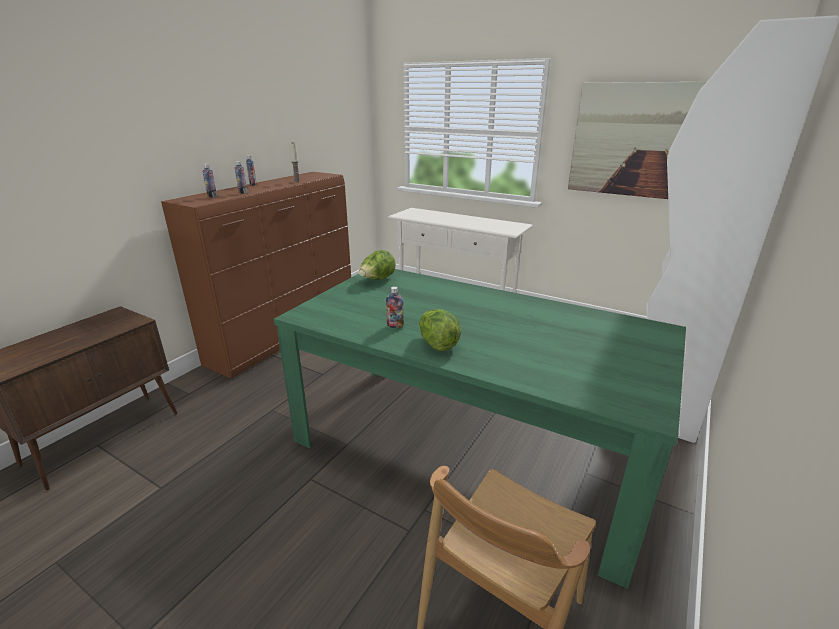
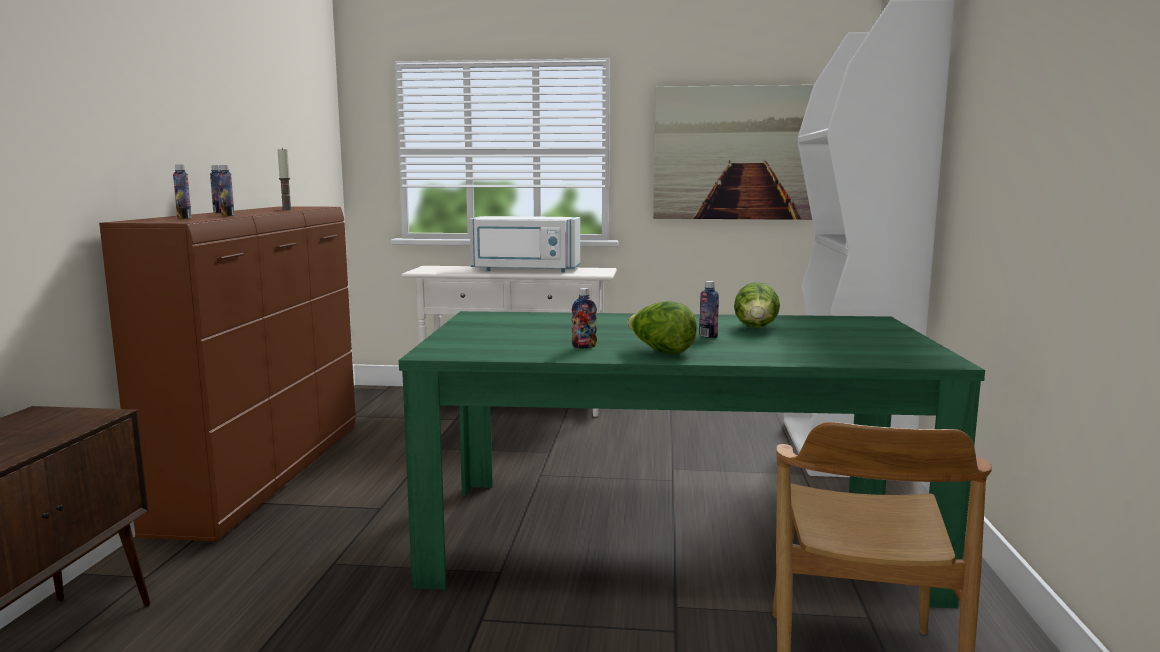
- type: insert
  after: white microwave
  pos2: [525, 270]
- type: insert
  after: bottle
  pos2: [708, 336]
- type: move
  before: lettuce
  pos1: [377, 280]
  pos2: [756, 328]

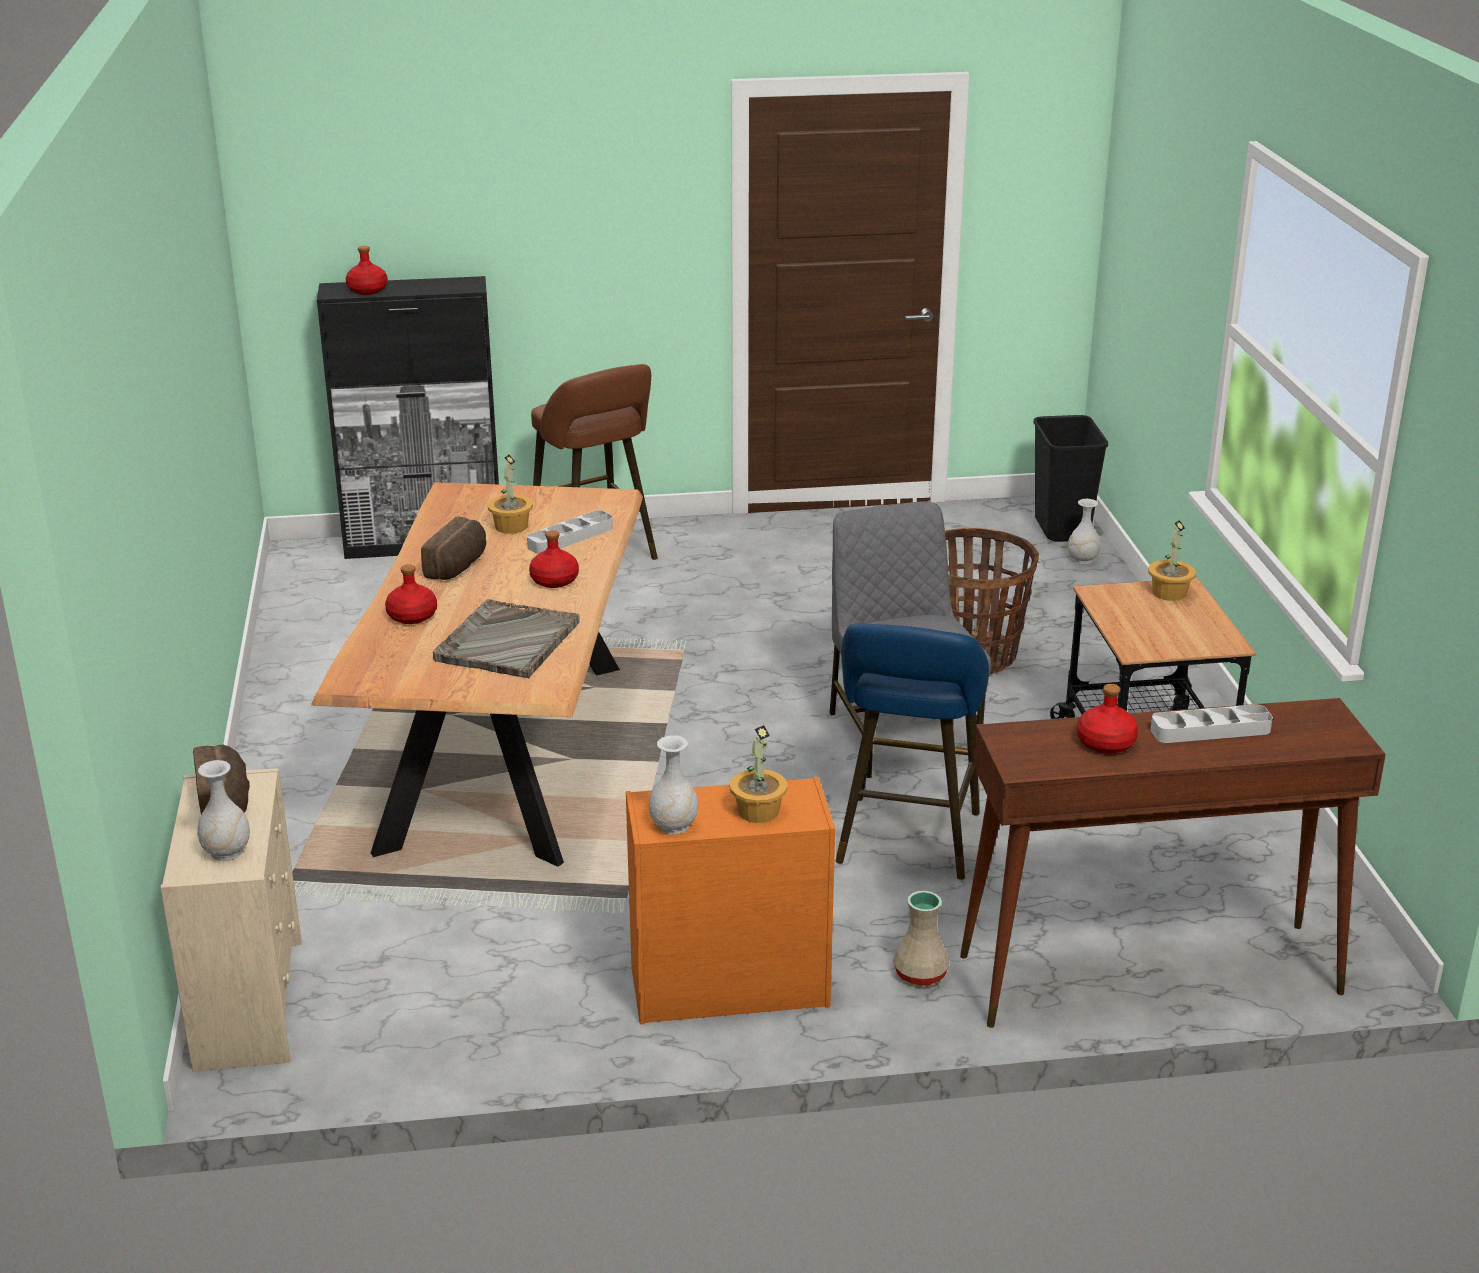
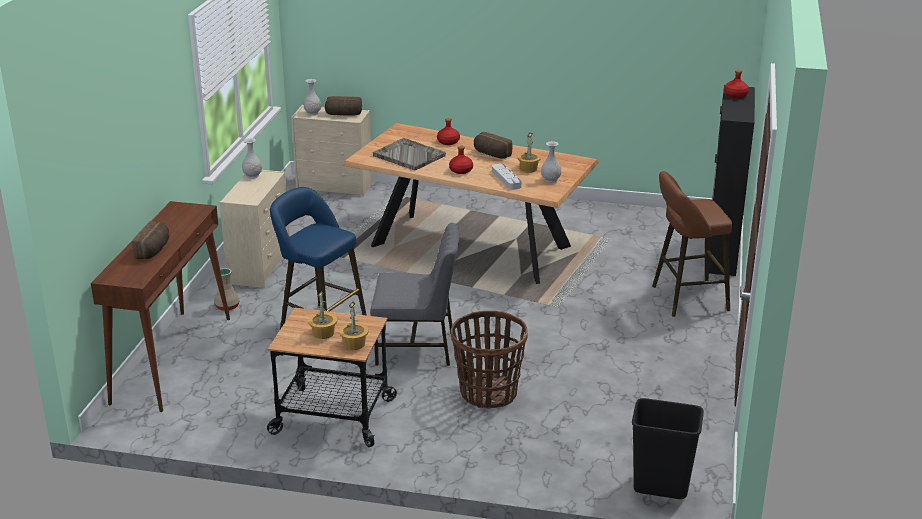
- type: replace
  before: grey tray
  after: bread
  pos1: [1210, 730]
  pos2: [154, 250]
- type: recolor
  before: orange dresser
  after: beige dresser
  pos1: [726, 987]
  pos2: [260, 266]
- type: move
  before: potted plant
  pos1: [757, 811]
  pos2: [324, 333]
- type: move
  before: white vase
  pos1: [1082, 560]
  pos2: [551, 180]
- type: delete
  before: red bottle
  pos1: [1105, 743]

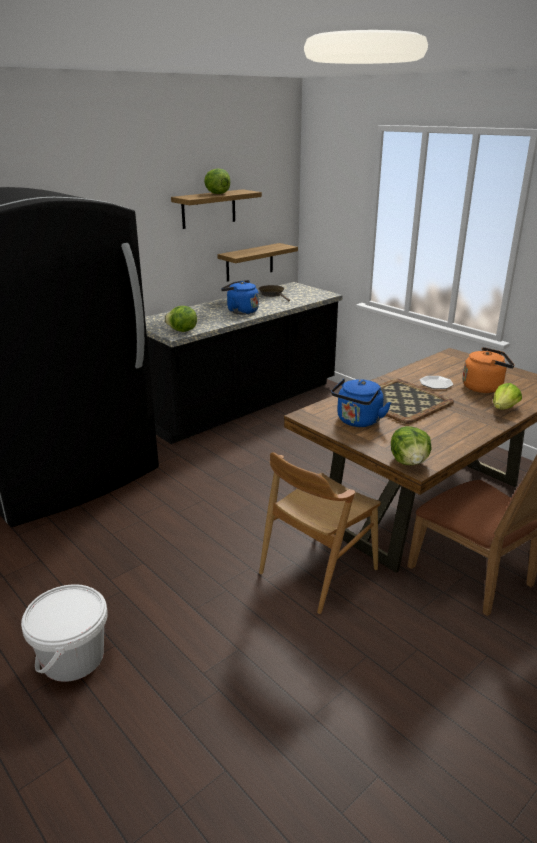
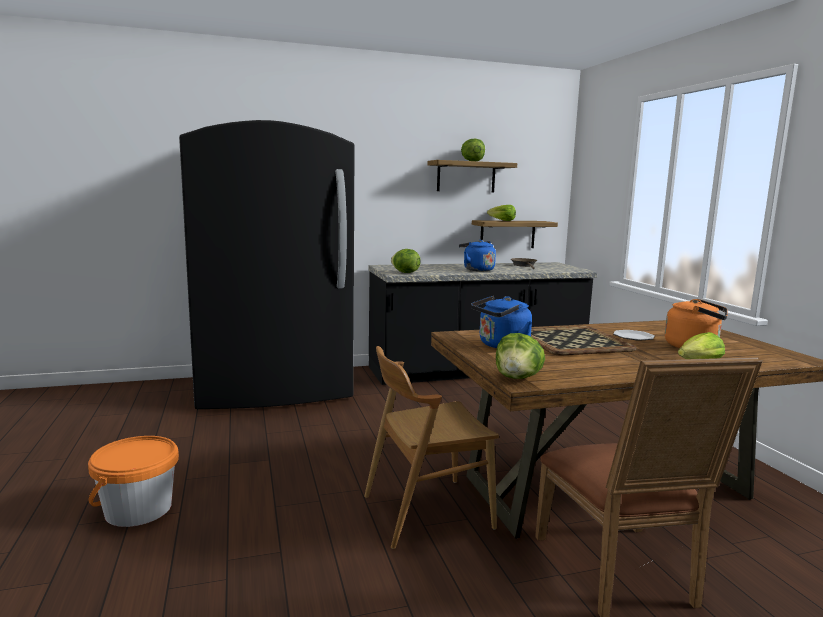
- type: recolor
  before: white bucket
  after: orange bucket
  pos1: [72, 657]
  pos2: [138, 509]
- type: insert
  after: lettuce
  pos2: [502, 220]

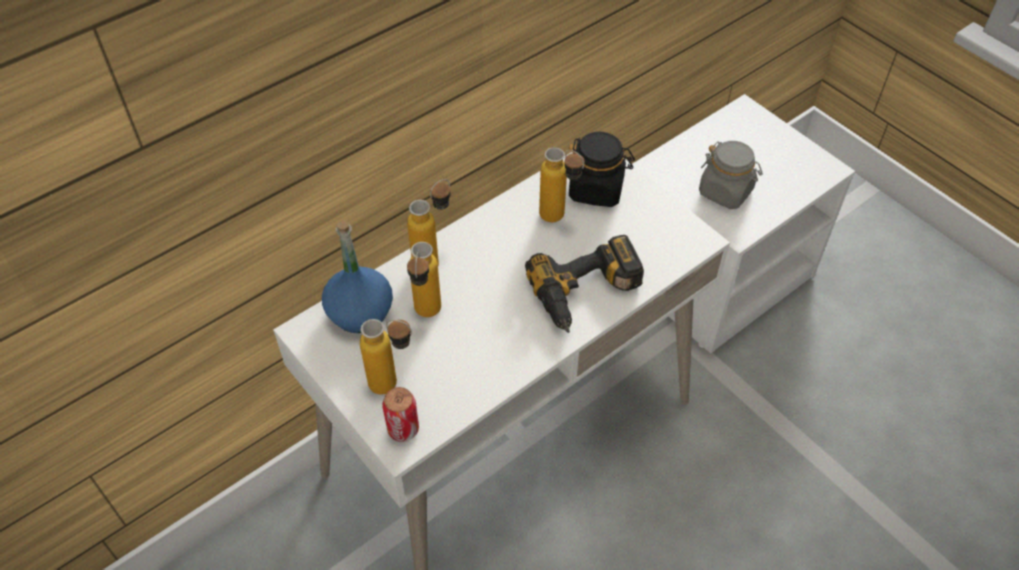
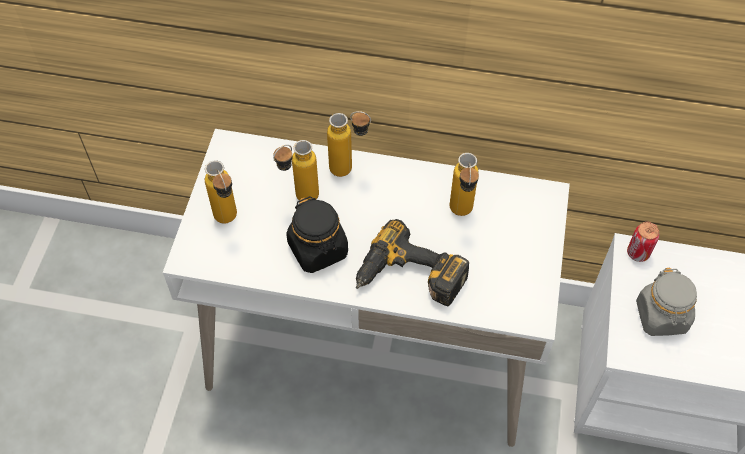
- type: move
  before: black jar
  pos1: [596, 189]
  pos2: [318, 249]
- type: move
  before: can
  pos1: [403, 429]
  pos2: [638, 253]
- type: delete
  before: blue bottle
  pos1: [360, 312]

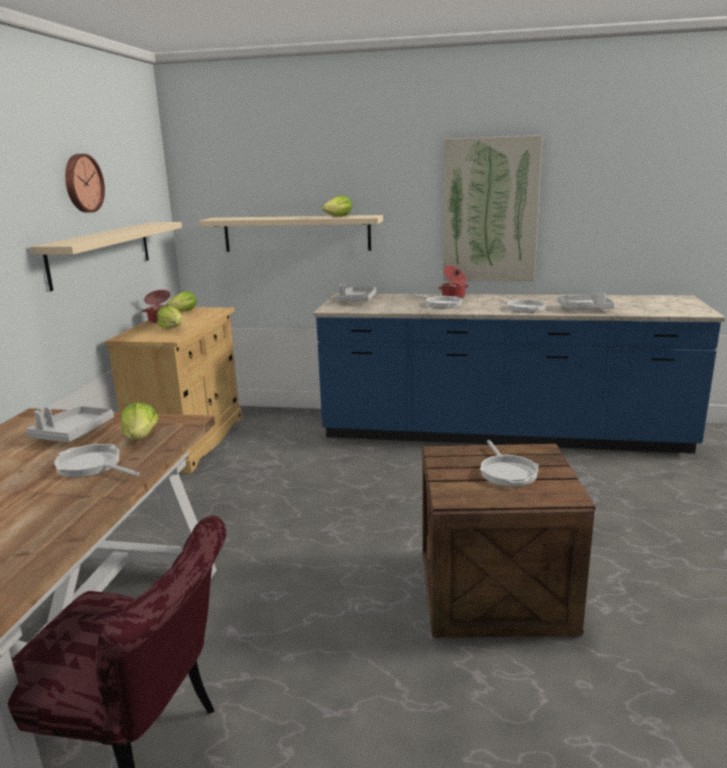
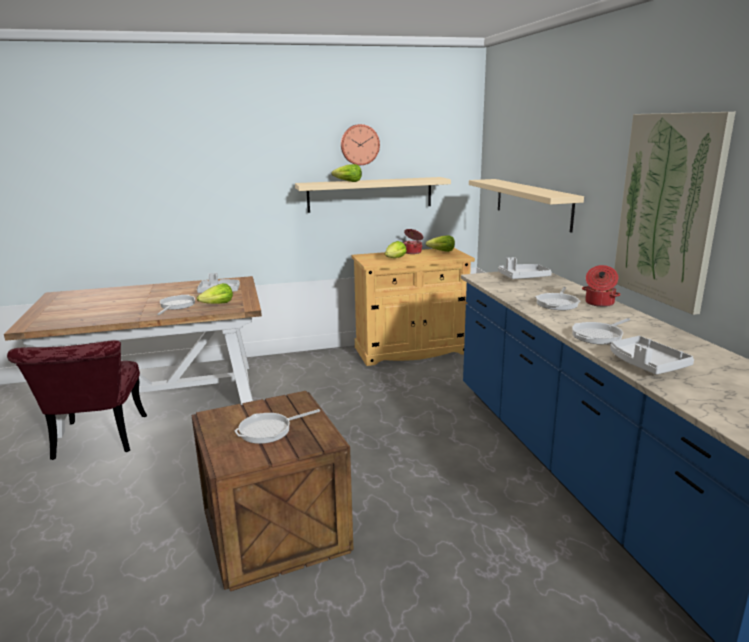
- type: move
  before: lettuce
  pos1: [338, 216]
  pos2: [348, 182]

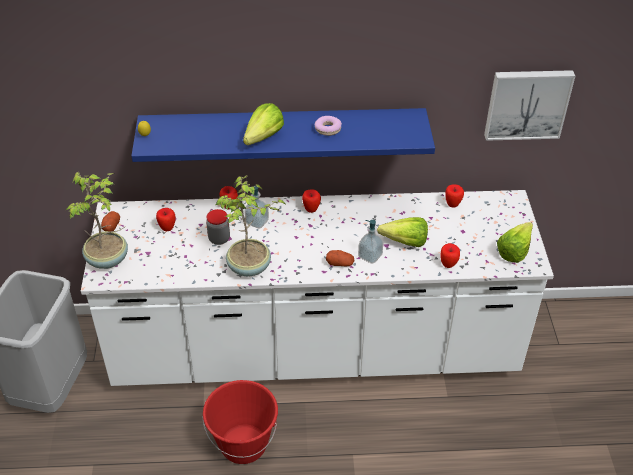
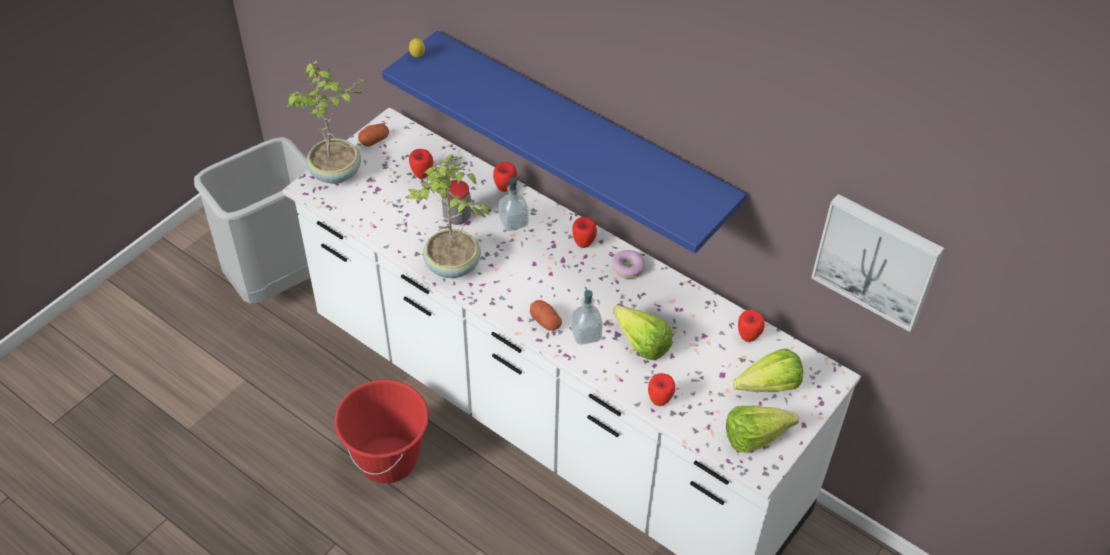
- type: move
  before: donut
  pos1: [328, 129]
  pos2: [628, 268]
- type: move
  before: lettuce
  pos1: [260, 140]
  pos2: [763, 387]

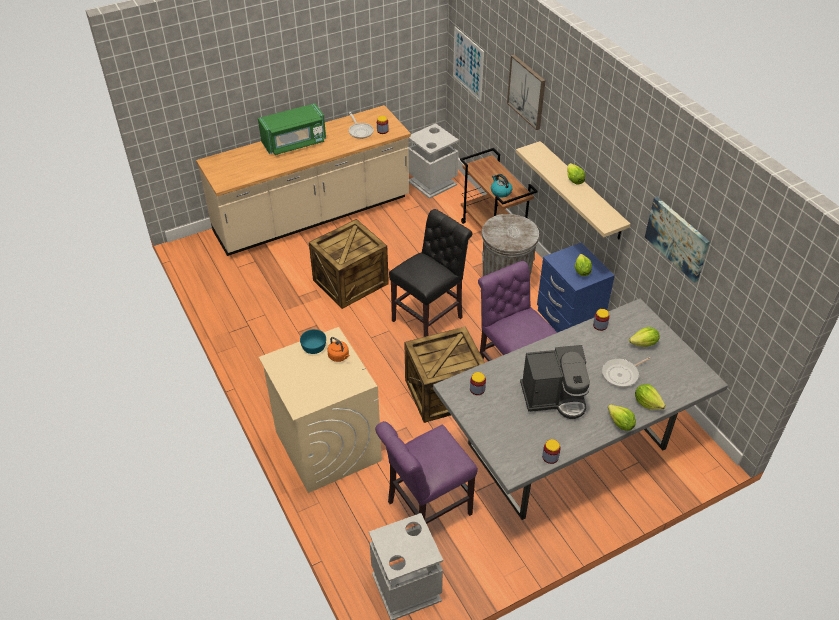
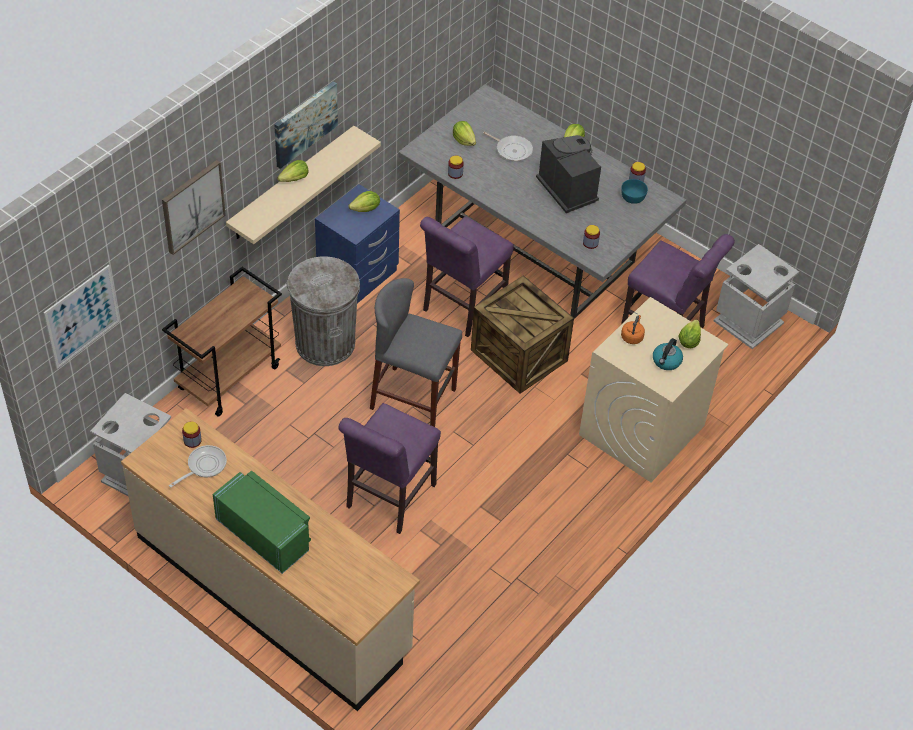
- type: move
  before: picture
  pos1: [677, 238]
  pos2: [305, 123]
- type: replace
  before: crate
  after: purple chair
  pos1: [350, 281]
  pos2: [388, 499]
- type: replace
  before: black chair
  after: grey stool
  pos1: [430, 317]
  pos2: [413, 399]
- type: move
  before: turquoise bowl
  pos1: [313, 347]
  pos2: [633, 197]
- type: move
  before: kettle
  pos1: [500, 192]
  pos2: [666, 361]
- type: move
  before: lettuce
  pos1: [647, 403]
  pos2: [688, 341]

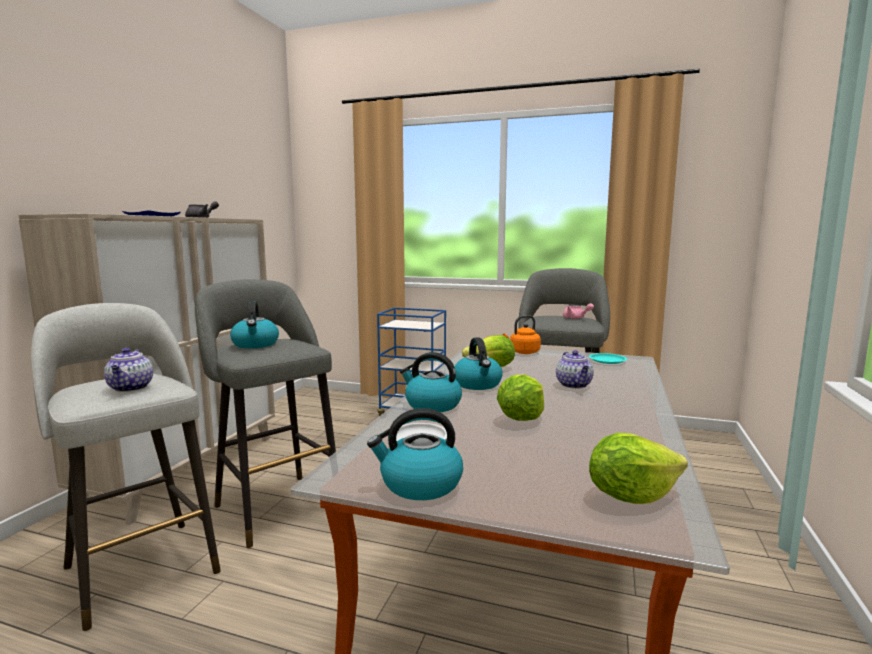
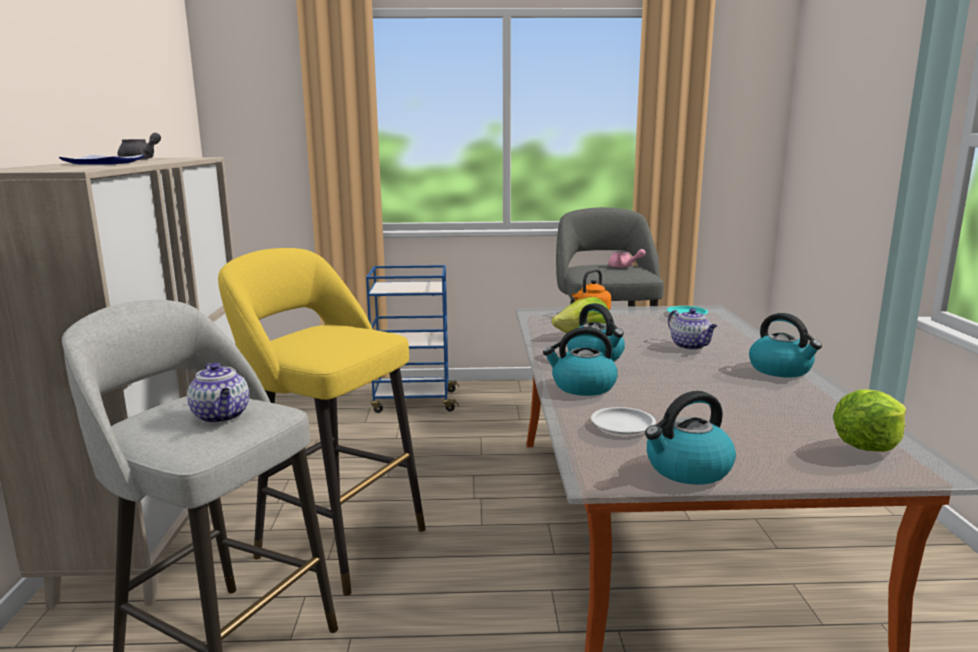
- type: recolor
  before: grey stool
  after: yellow stool
  pos1: [274, 505]
  pos2: [334, 540]
- type: move
  before: kettle
  pos1: [255, 344]
  pos2: [781, 370]
- type: delete
  before: lettuce
  pos1: [521, 417]

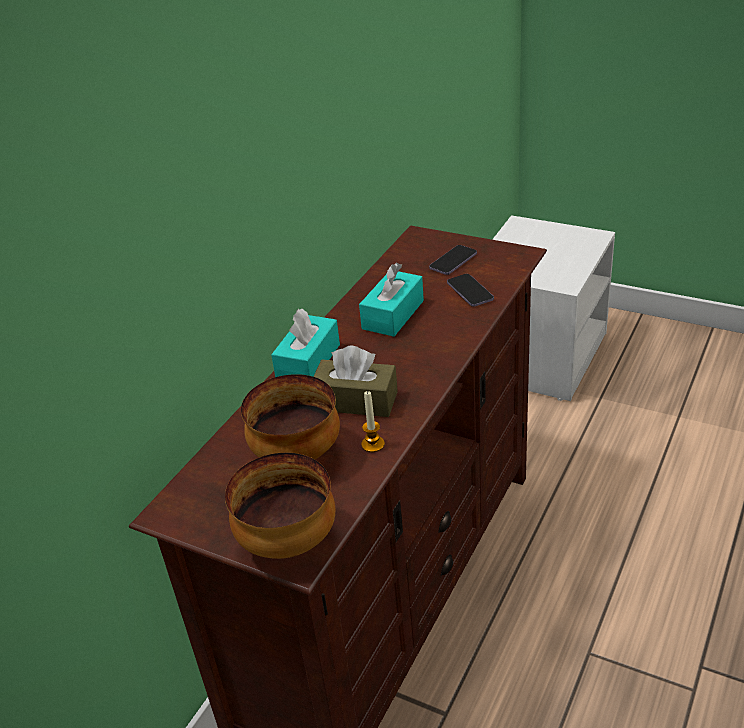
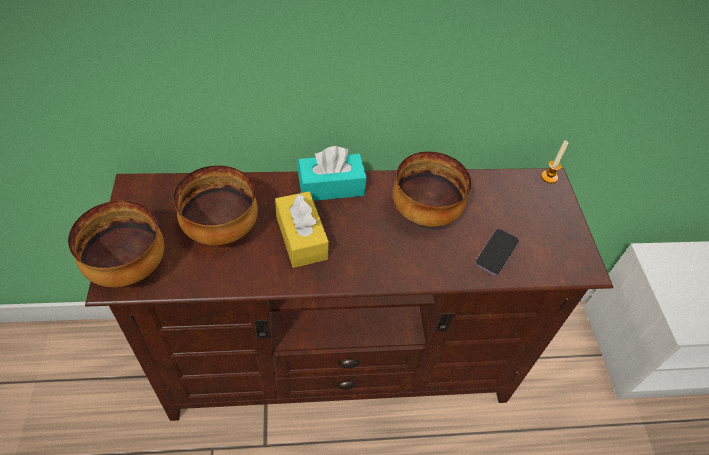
- type: recolor
  before: brown tissue box
  after: yellow tissue box
  pos1: [356, 401]
  pos2: [301, 237]
- type: replace
  before: turquoise tissue box
  after: bowl
  pos1: [393, 315]
  pos2: [425, 212]
- type: move
  before: candle
  pos1: [373, 444]
  pos2: [549, 177]
- type: delete
  before: phone
  pos1: [453, 261]

